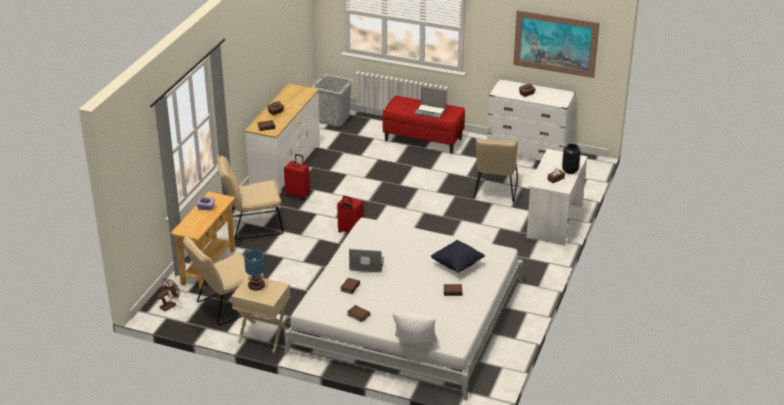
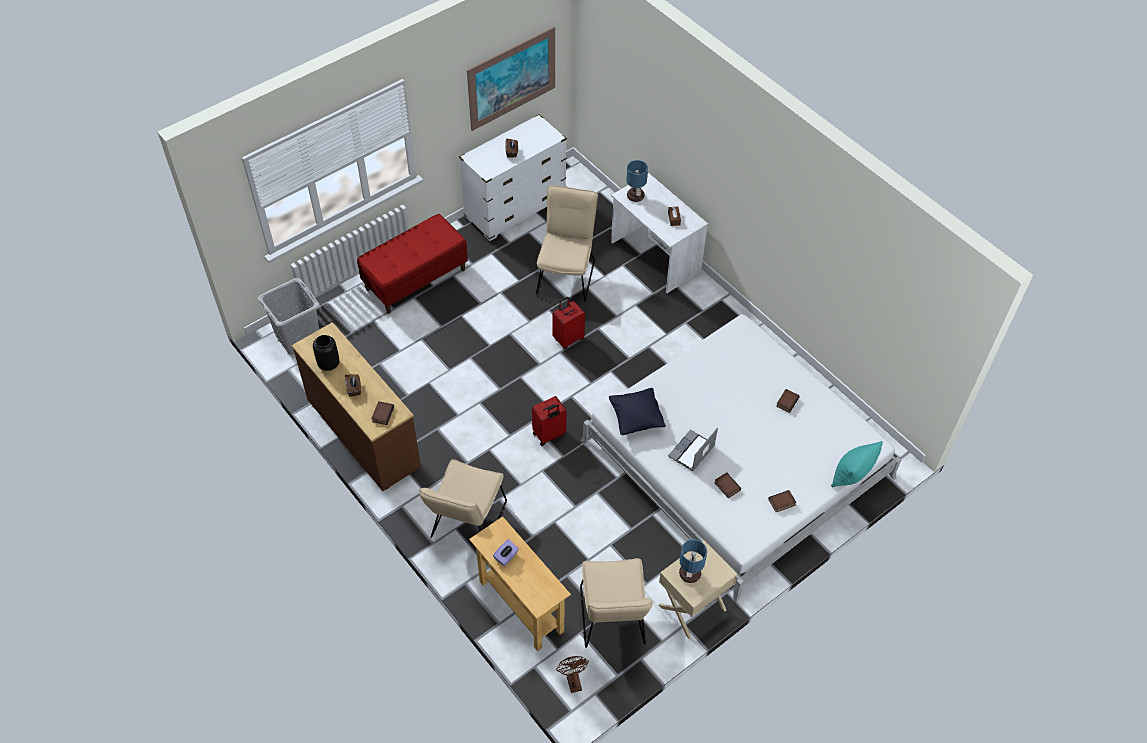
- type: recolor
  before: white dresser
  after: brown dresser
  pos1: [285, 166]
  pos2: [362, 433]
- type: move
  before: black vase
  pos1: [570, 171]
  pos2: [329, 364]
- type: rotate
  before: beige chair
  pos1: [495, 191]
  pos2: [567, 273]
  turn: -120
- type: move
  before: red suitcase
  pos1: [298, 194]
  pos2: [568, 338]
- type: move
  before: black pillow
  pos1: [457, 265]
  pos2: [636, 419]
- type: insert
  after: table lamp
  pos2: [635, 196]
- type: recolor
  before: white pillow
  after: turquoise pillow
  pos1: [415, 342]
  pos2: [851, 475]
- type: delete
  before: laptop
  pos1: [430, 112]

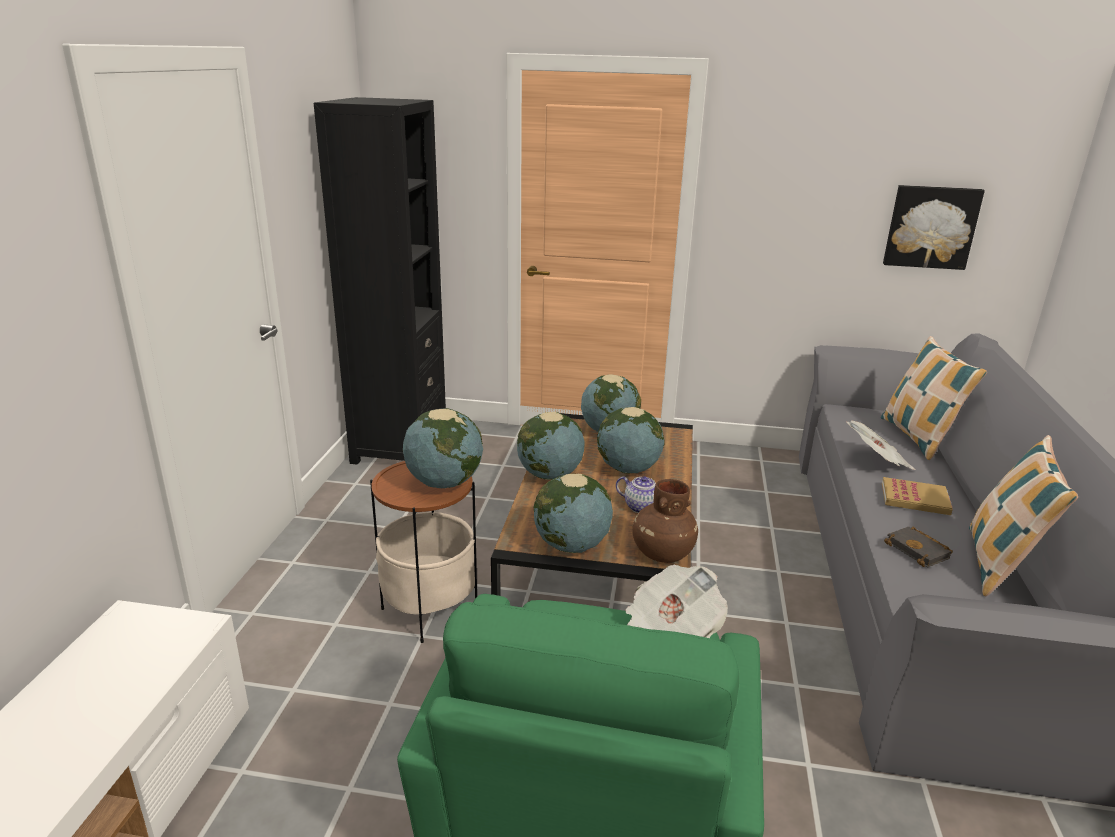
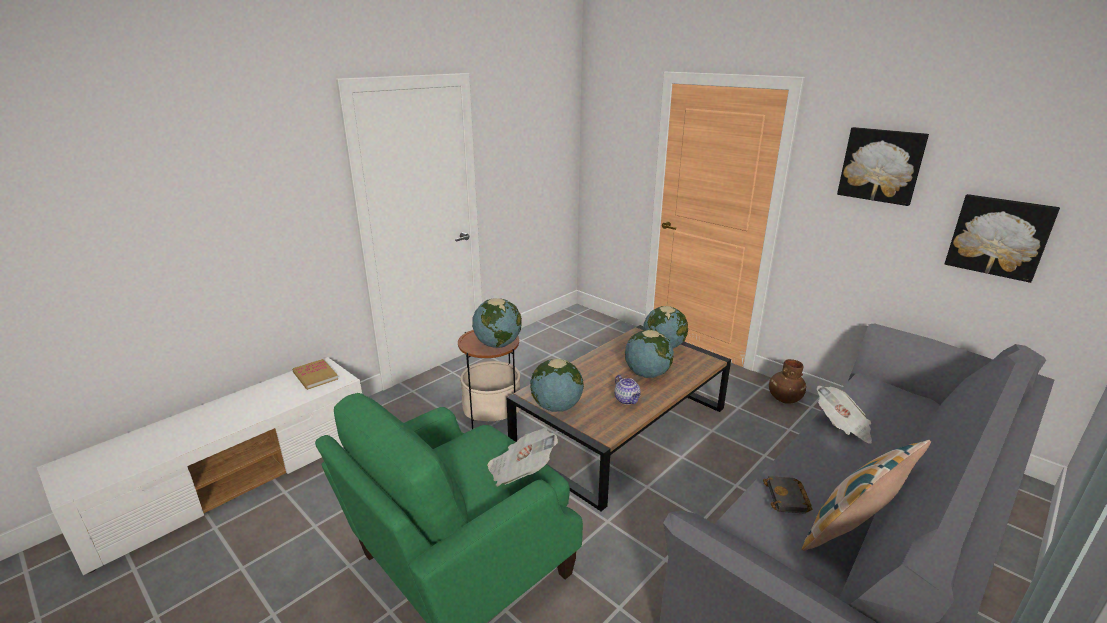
- type: move
  before: book
  pos1: [915, 499]
  pos2: [315, 376]
- type: move
  before: brown vase
  pos1: [662, 553]
  pos2: [784, 398]
- type: insert
  after: picture
  pos2: [881, 165]
- type: delete
  before: black bookcase
  pos1: [399, 447]
- type: delete
  before: globe
  pos1: [549, 475]
- type: delete
  before: pillow
  pos1: [918, 438]

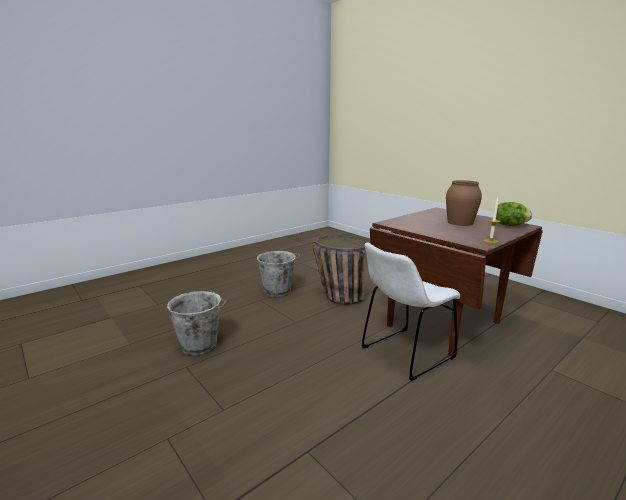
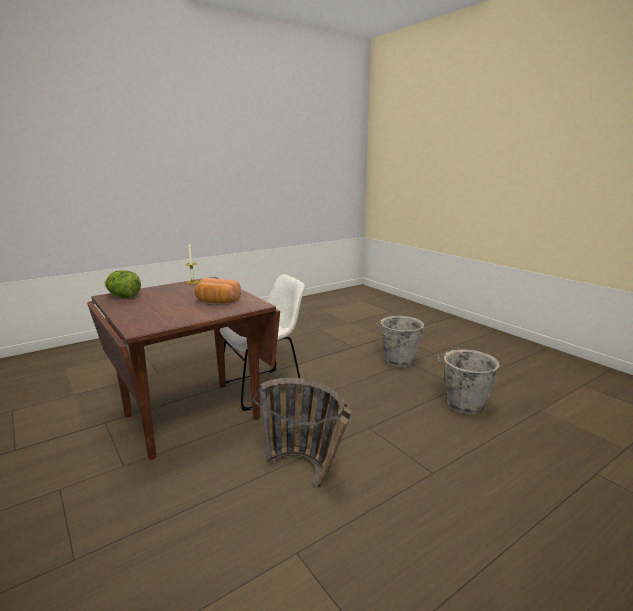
- type: insert
  after: bread
  pos2: [216, 302]
- type: move
  before: grey bucket
  pos1: [278, 291]
  pos2: [398, 360]
- type: delete
  before: brown vase
  pos1: [459, 222]

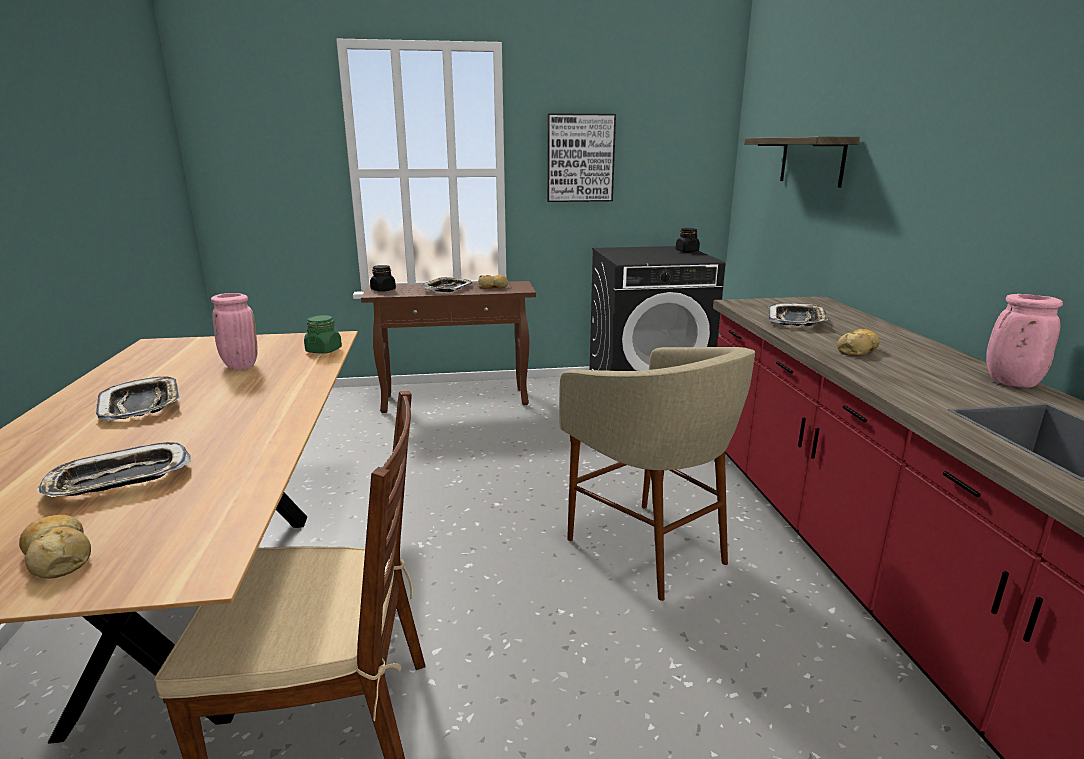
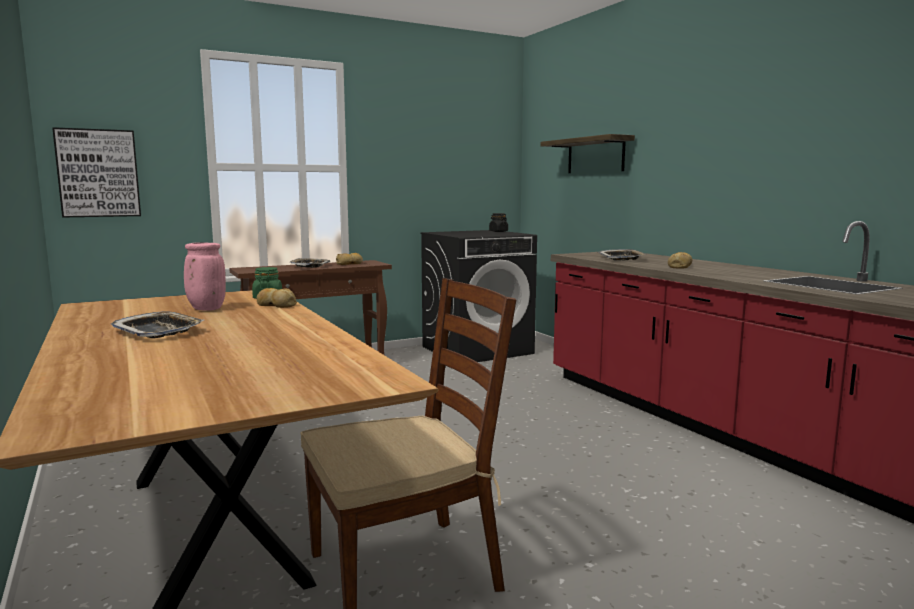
- type: move
  before: picture
  pos1: [580, 158]
  pos2: [98, 173]
- type: move
  before: bread
  pos1: [58, 556]
  pos2: [276, 305]
- type: delete
  before: tray
  pos1: [119, 479]
- type: delete
  before: black jar
  pos1: [383, 290]
- type: delete
  before: beige stool
  pos1: [648, 550]
- type: delete
  before: pink vase
  pos1: [1010, 383]

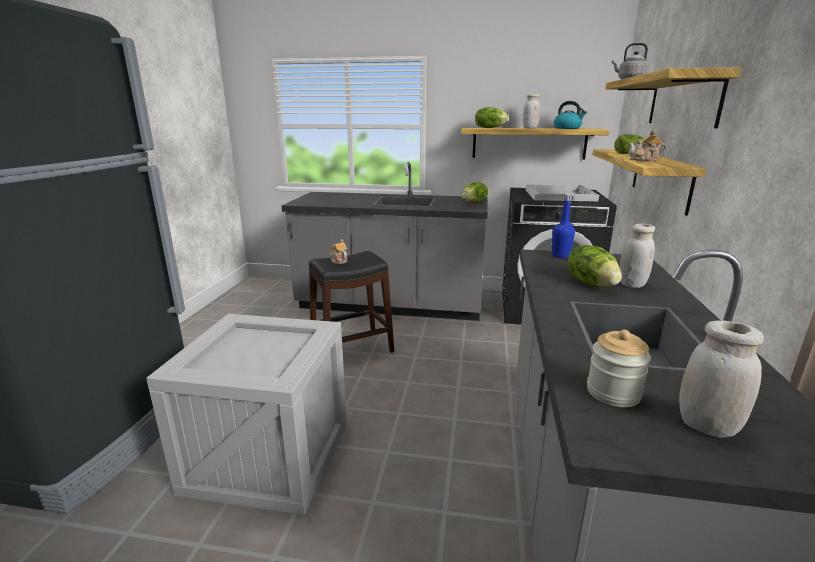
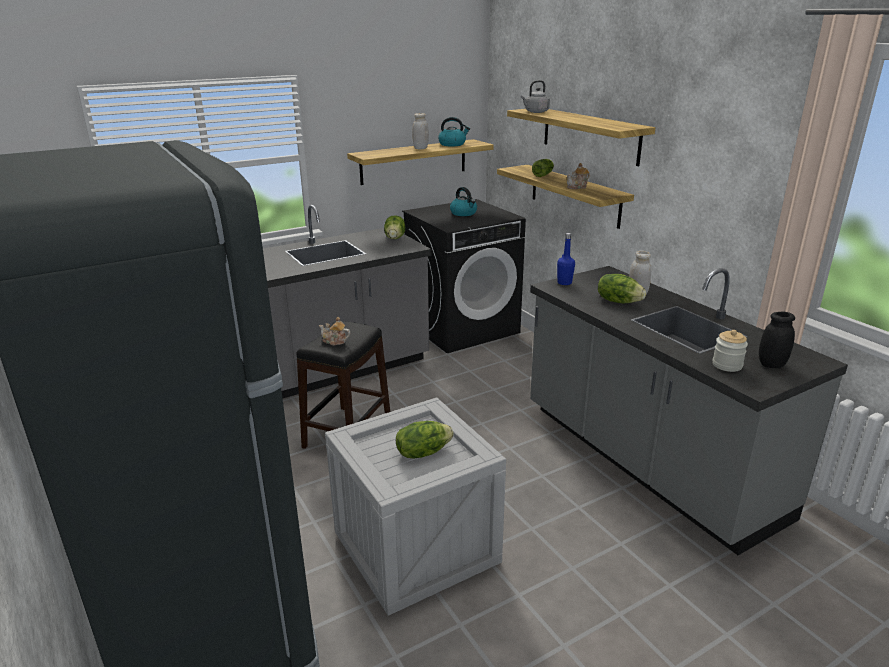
- type: move
  before: lettuce
  pos1: [489, 128]
  pos2: [423, 452]
- type: replace
  before: white tray
  after: kettle
  pos1: [560, 195]
  pos2: [464, 213]
- type: recolor
  before: white jar
  after: black jar
  pos1: [707, 426]
  pos2: [771, 364]

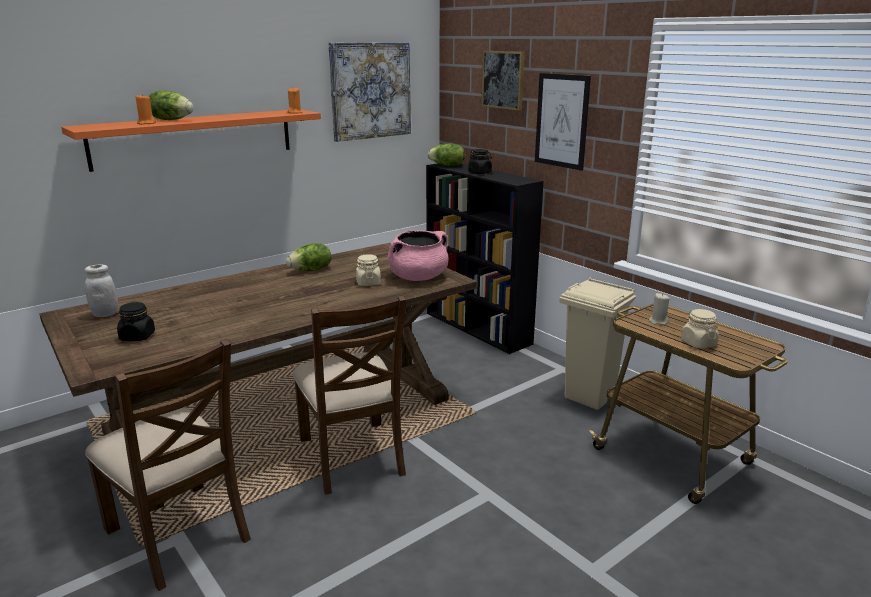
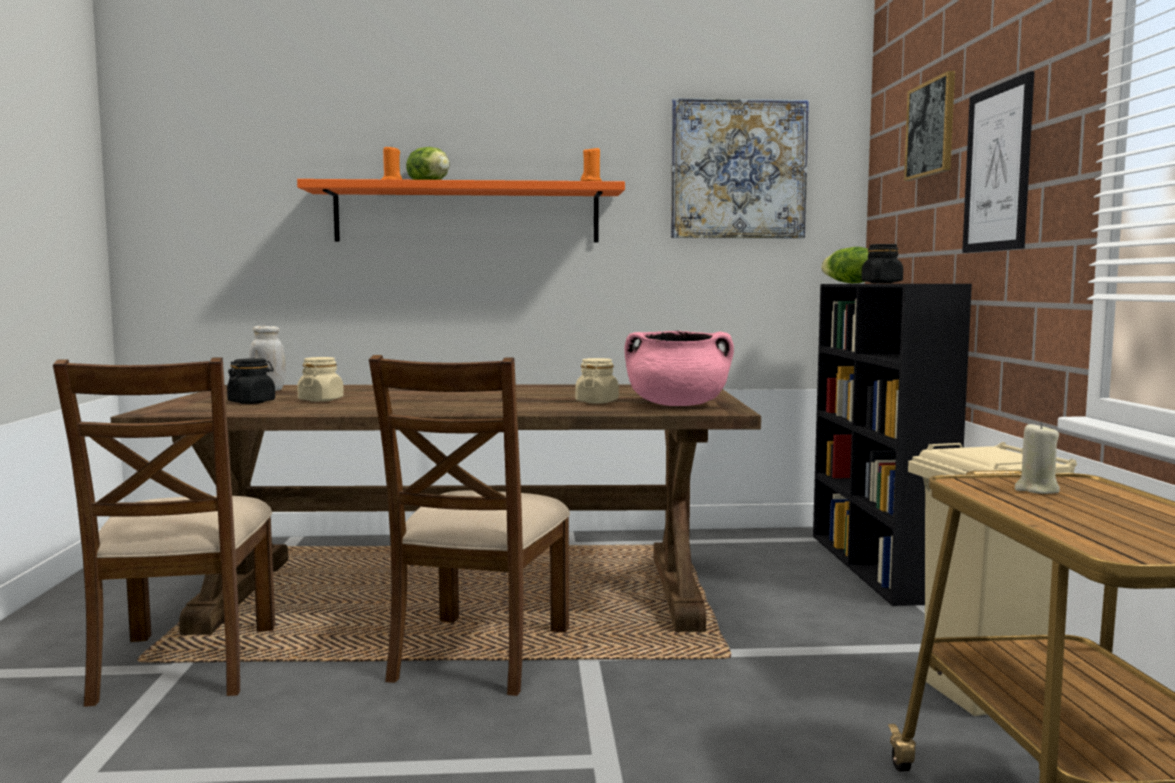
- type: move
  before: beige jar
  pos1: [698, 343]
  pos2: [321, 400]
- type: delete
  before: lettuce
  pos1: [311, 270]

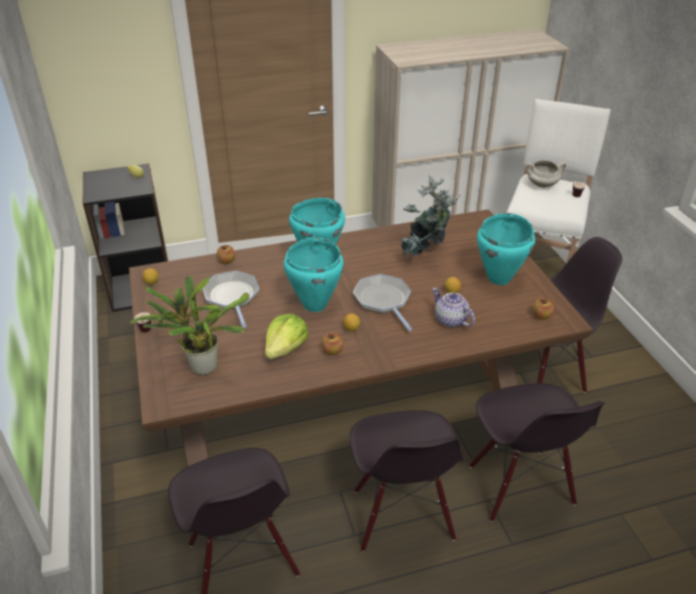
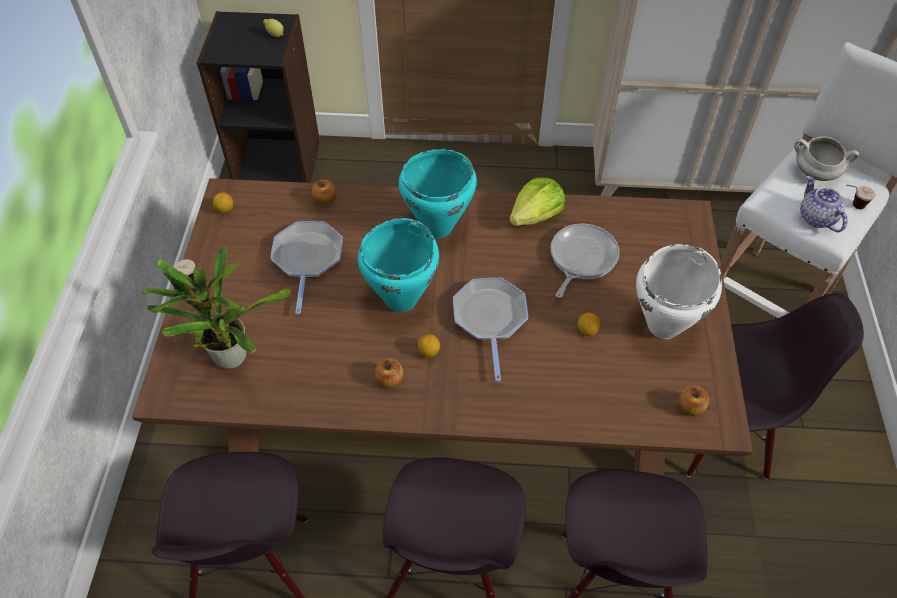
- type: move
  before: lettuce
  pos1: [286, 348]
  pos2: [536, 216]
- type: replace
  before: potted plant
  after: frying pan
  pos1: [425, 255]
  pos2: [581, 258]
- type: recolor
  before: turquoise cooking pot
  after: white cooking pot
  pos1: [499, 278]
  pos2: [664, 326]
- type: move
  before: teapot
  pos1: [450, 320]
  pos2: [816, 218]

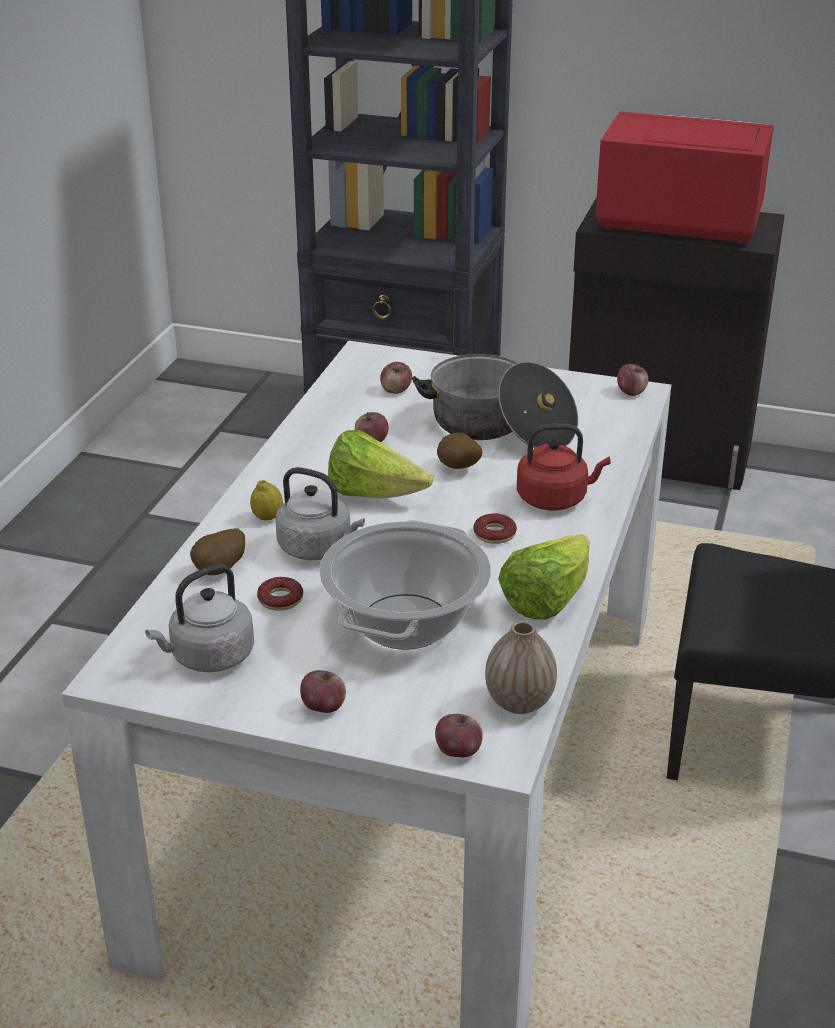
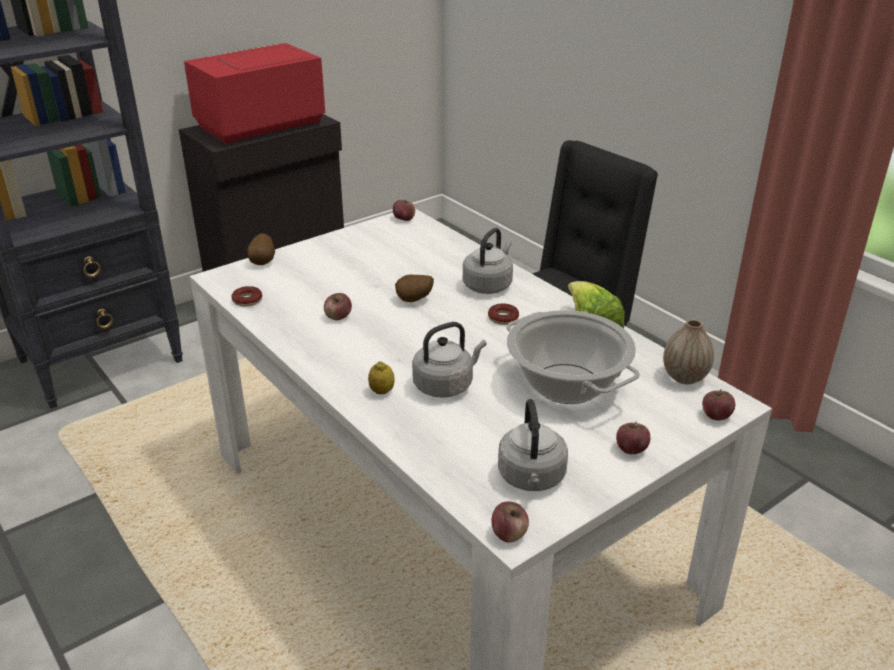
- type: move
  before: donut
  pos1: [280, 599]
  pos2: [247, 300]
- type: move
  before: potato
  pos1: [221, 571]
  pos2: [263, 262]
- type: recolor
  before: red kettle
  after: grey kettle
  pos1: [555, 499]
  pos2: [488, 285]
- type: move
  before: apple
  pos1: [396, 390]
  pos2: [509, 534]
- type: delete
  before: lettuce
  pos1: [374, 494]
- type: delete
  before: cooking pot
  pos1: [499, 427]

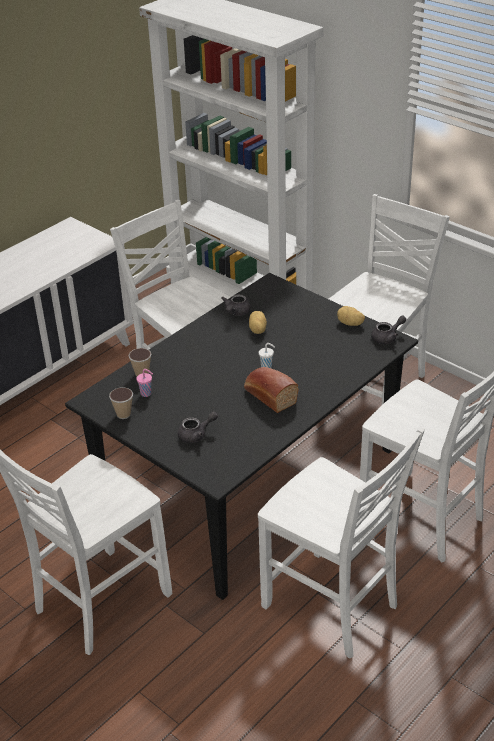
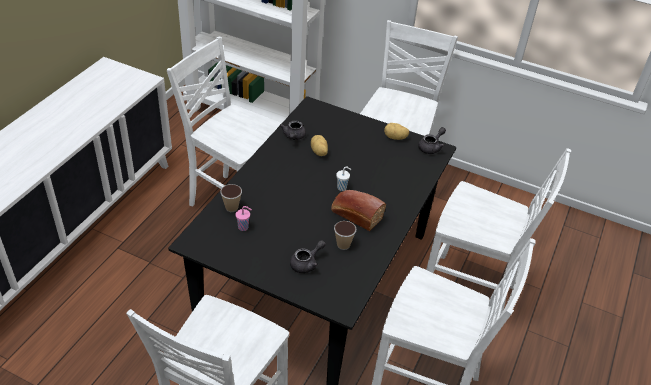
- type: move
  before: cup
  pos1: [123, 414]
  pos2: [343, 245]

